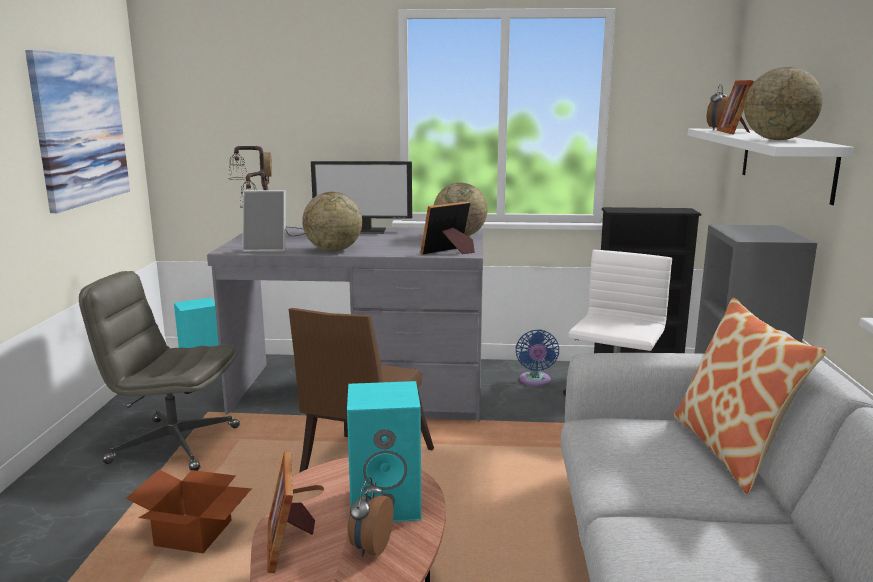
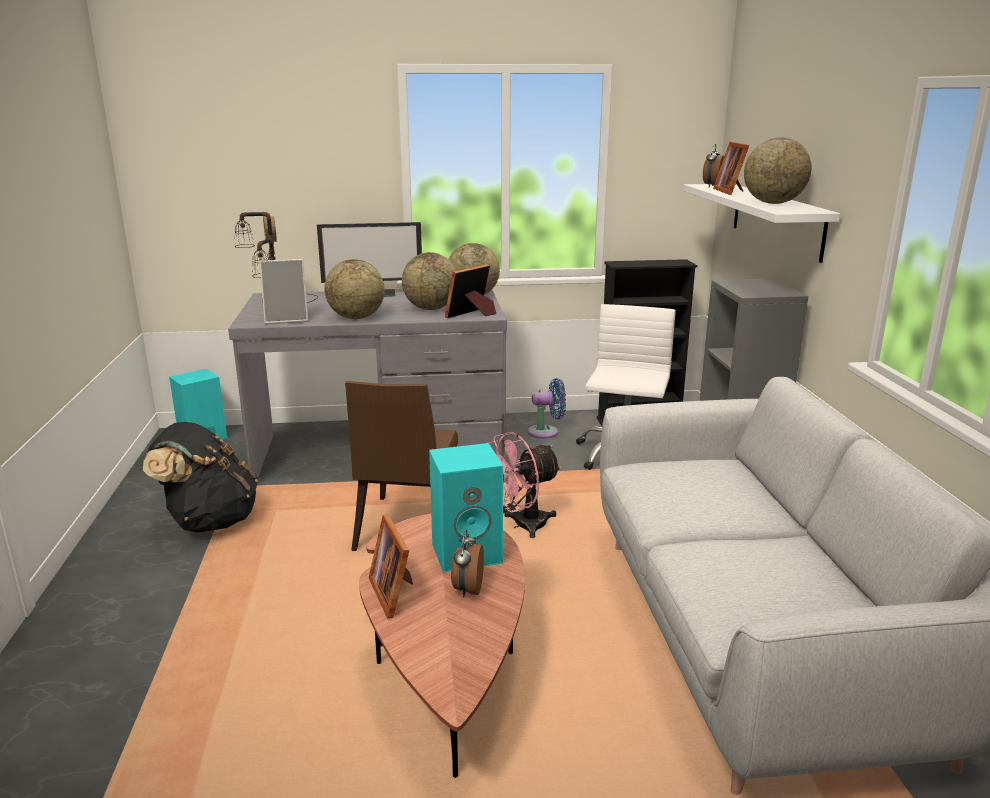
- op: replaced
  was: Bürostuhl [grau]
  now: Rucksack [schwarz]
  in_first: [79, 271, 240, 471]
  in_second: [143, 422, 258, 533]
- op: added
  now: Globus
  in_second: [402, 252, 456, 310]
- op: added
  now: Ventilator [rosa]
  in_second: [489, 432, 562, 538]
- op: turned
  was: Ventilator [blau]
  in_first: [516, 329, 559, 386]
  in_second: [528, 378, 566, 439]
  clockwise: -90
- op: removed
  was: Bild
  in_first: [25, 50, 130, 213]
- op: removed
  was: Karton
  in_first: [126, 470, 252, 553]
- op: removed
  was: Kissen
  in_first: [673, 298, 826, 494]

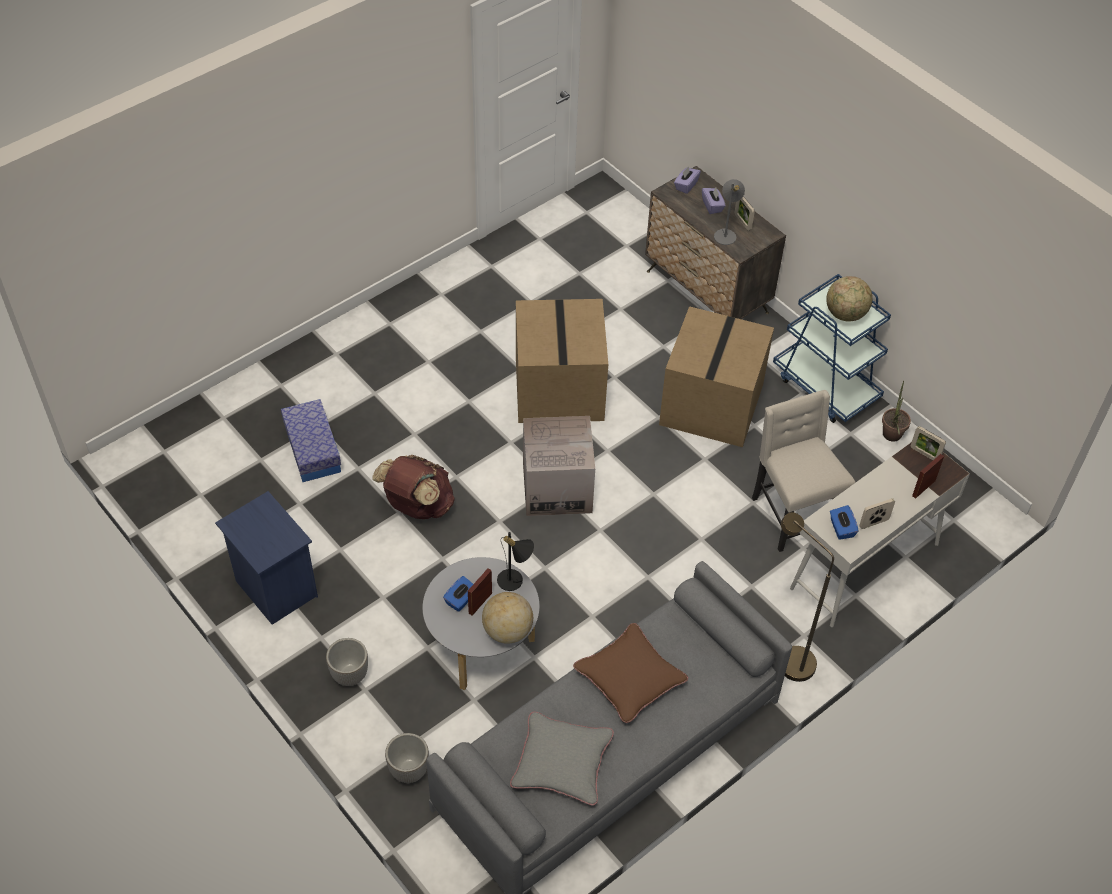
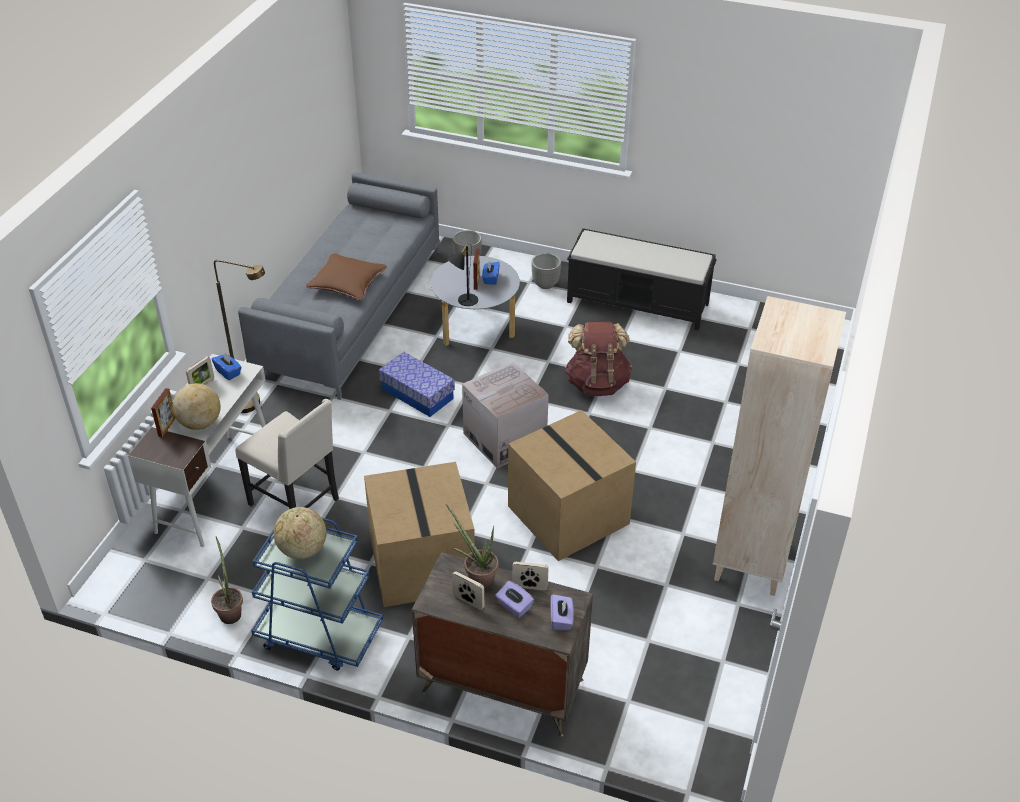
- op: moved
  was: Globus
  in_first: [482, 592, 533, 644]
  in_second: [172, 383, 221, 430]
- op: moved
  was: Aufbewahrungsbox
  in_first: [281, 399, 341, 482]
  in_second: [379, 352, 455, 417]
- op: replaced
  was: Tischlampe [grau]
  now: Topfpflanze
  in_first: [714, 179, 745, 245]
  in_second: [446, 504, 498, 591]
- op: moved
  was: Bilderrahmen
  in_first: [911, 426, 946, 460]
  in_second: [512, 562, 549, 591]
- op: replaced
  was: Nachttisch [blau]
  now: Bank [schwarz]
  in_first: [215, 491, 318, 625]
  in_second: [567, 228, 717, 331]
- op: added
  now: Bücherregal [beige]
  in_second: [713, 296, 846, 596]
- op: removed
  was: Kissen [grau]
  in_first: [510, 711, 614, 806]

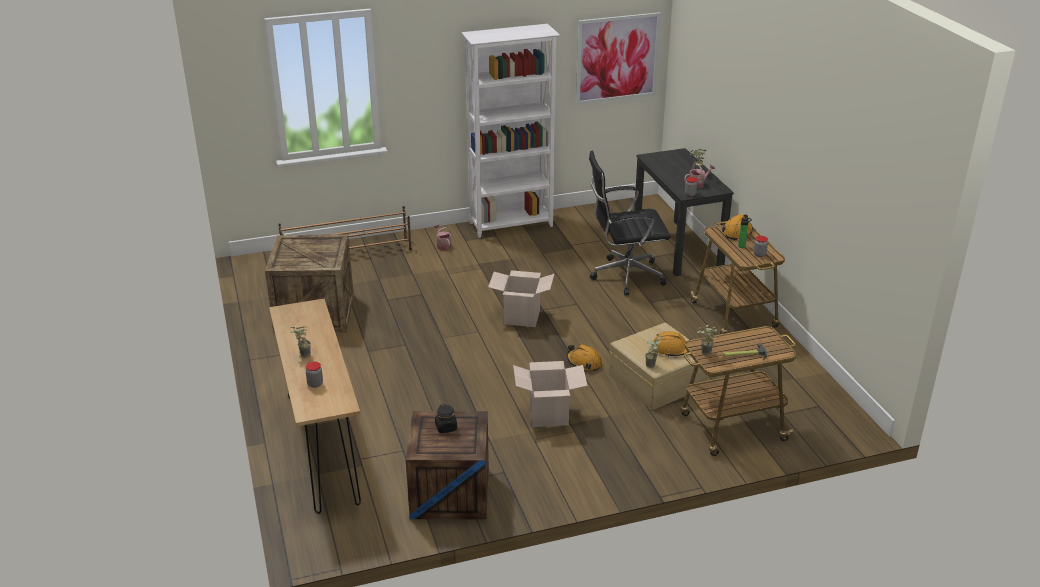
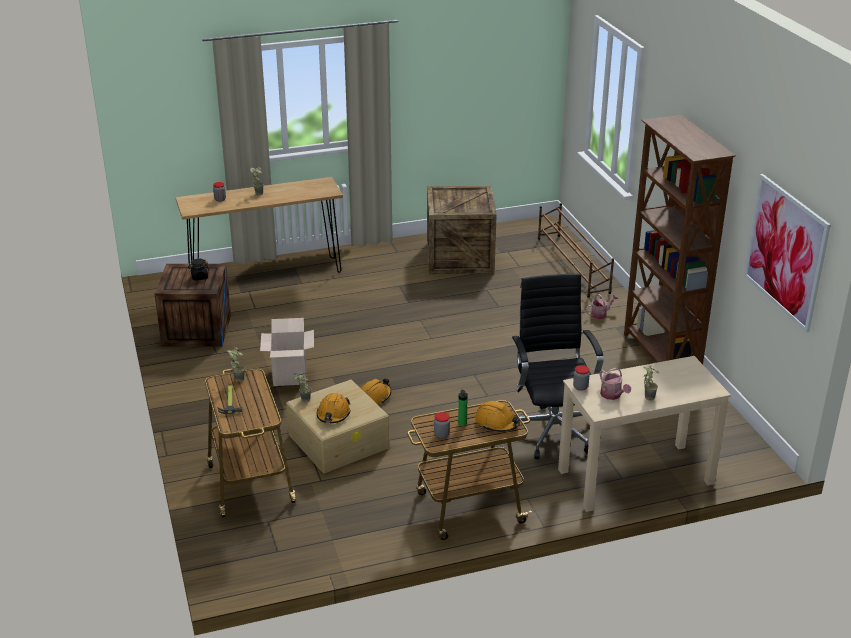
- op: recoloured
  was: Schreibtisch [schwarz]
  now: Schreibtisch [beige]
  in_first: [634, 148, 734, 276]
  in_second: [558, 356, 731, 512]
- op: recoloured
  was: Bücherregal [weiß]
  now: Bücherregal [braun]
  in_first: [461, 24, 560, 238]
  in_second: [624, 115, 736, 364]
- op: removed
  was: Karton
  in_first: [488, 270, 554, 327]

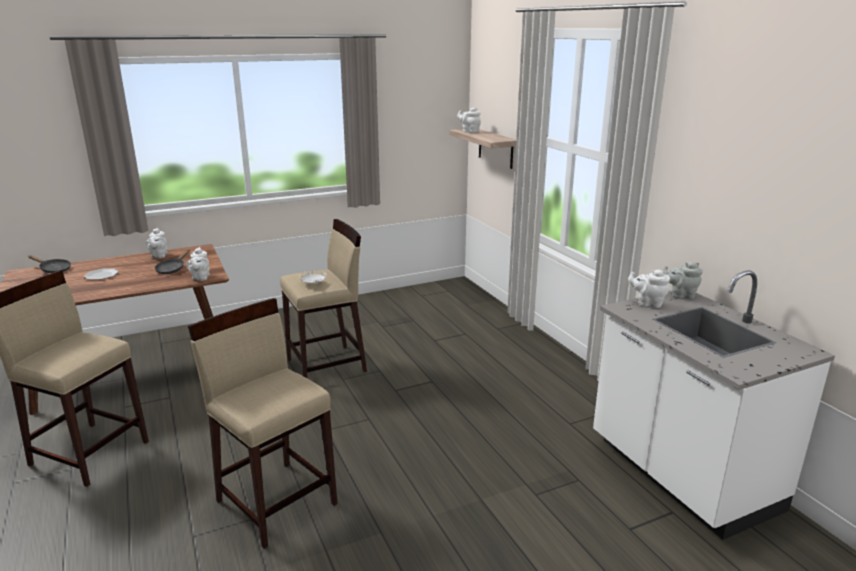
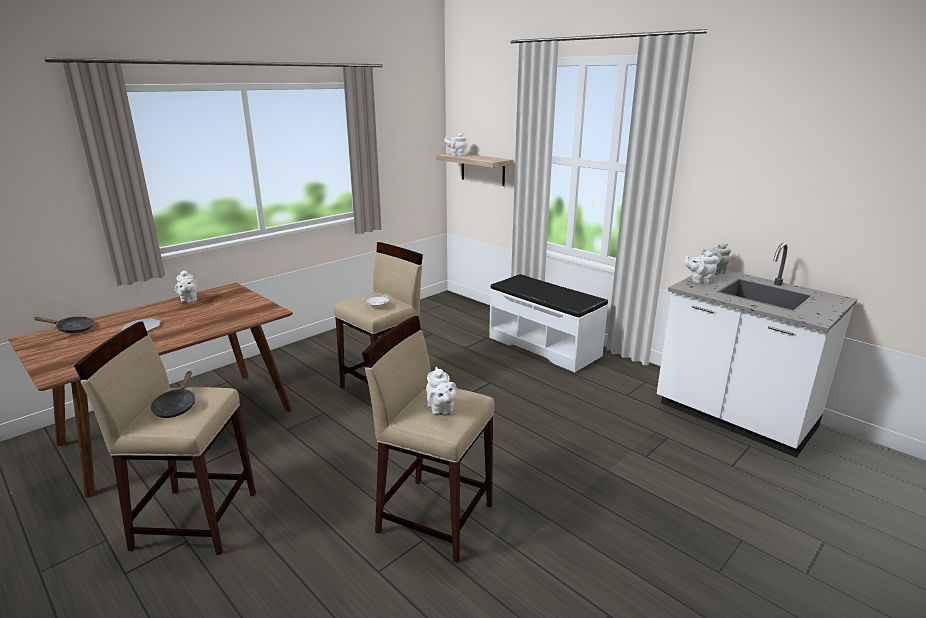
- op: moved
  was: Pfanne [schwarz]
  in_first: [155, 249, 190, 274]
  in_second: [150, 371, 195, 418]
- op: moved
  was: Teekanne [weiß]
  in_first: [187, 247, 210, 281]
  in_second: [426, 367, 457, 415]
- op: added
  now: Bank [weiß]
  in_second: [489, 274, 608, 372]

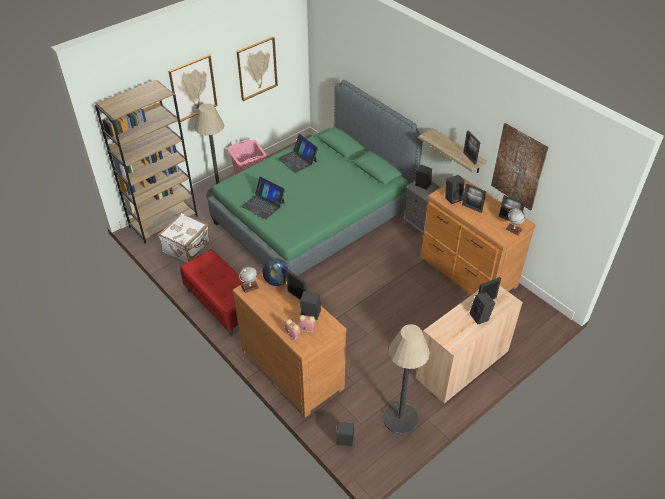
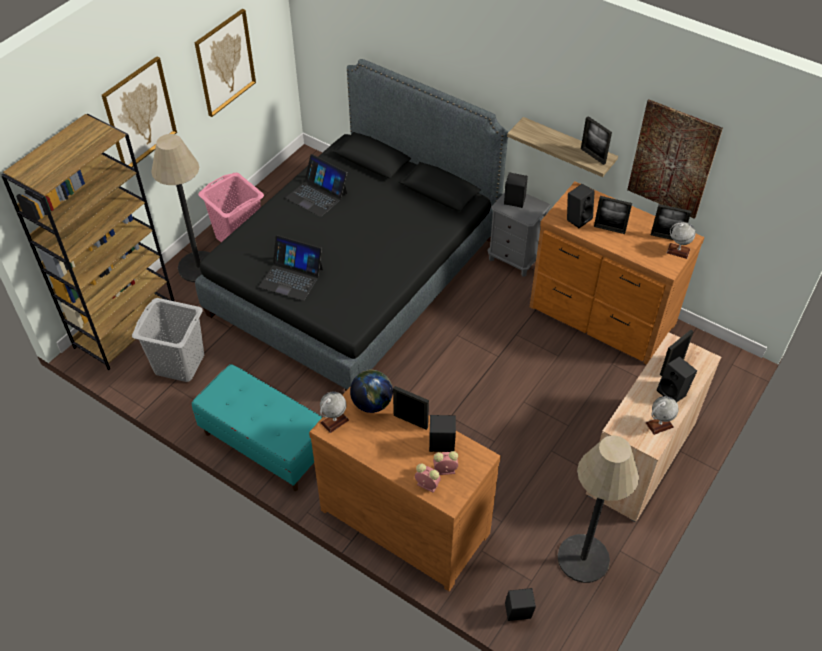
- op: replaced
  was: Koffer [weiß]
  now: Wäschekorb [grau]
  in_first: [158, 213, 210, 263]
  in_second: [132, 298, 204, 382]
- op: recoloured
  was: Bank [rot]
  now: Bank [türkis]
  in_first: [180, 250, 245, 336]
  in_second: [192, 364, 322, 491]
- op: recoloured
  was: Bett [grün]
  now: Bett [schwarz]
  in_first: [208, 79, 423, 276]
  in_second: [195, 59, 508, 391]
- op: added
  now: Globus
  in_second: [646, 396, 679, 435]

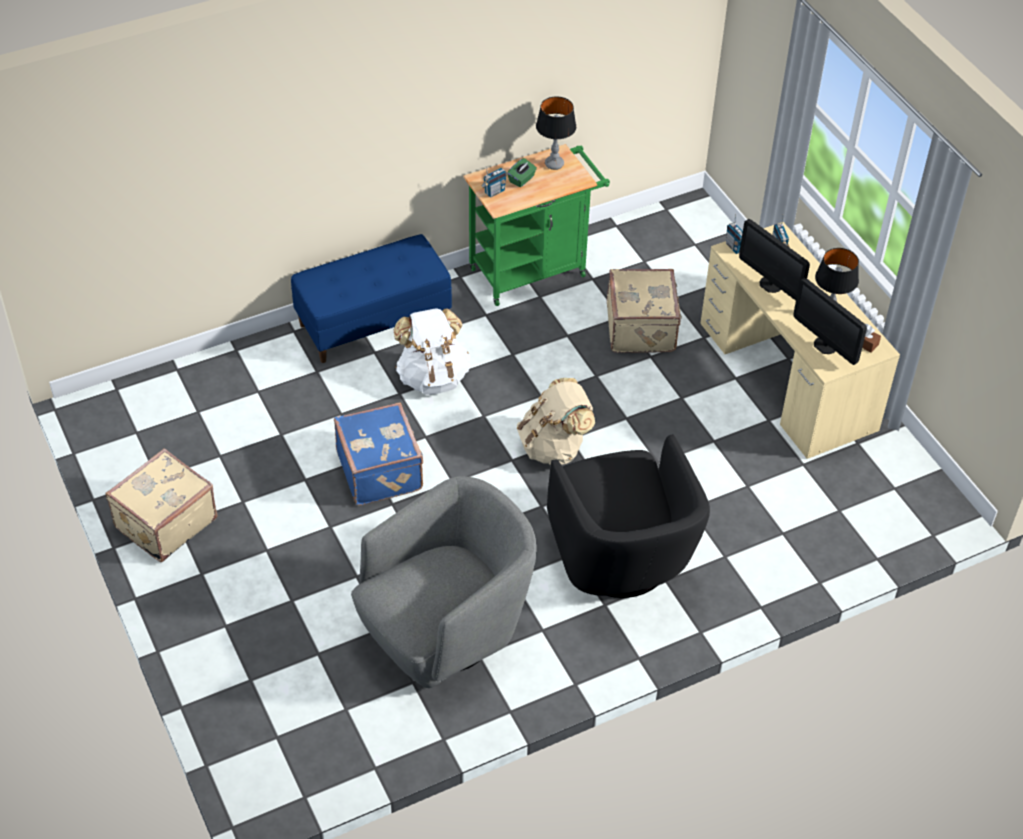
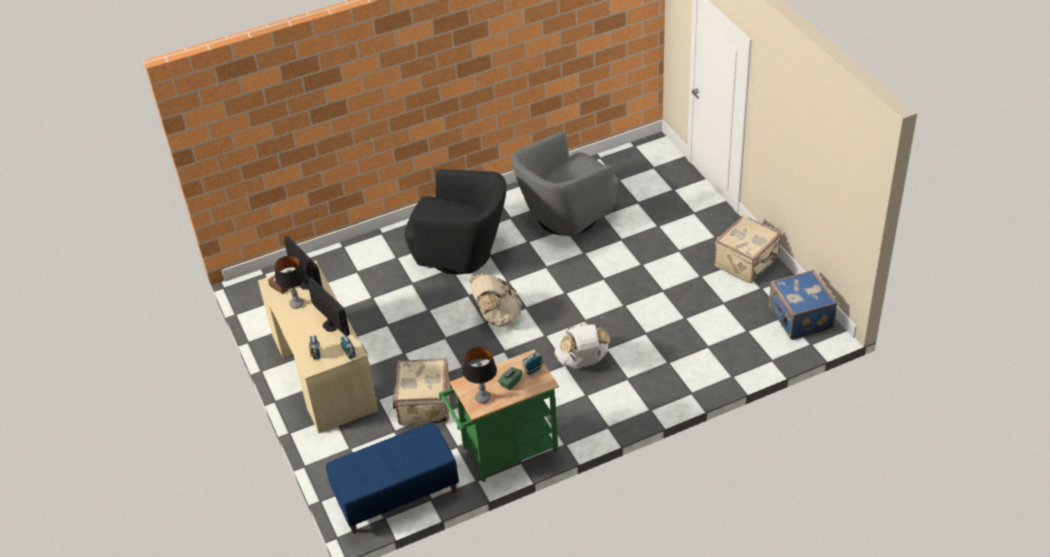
- op: moved
  was: Bank [blau]
  in_first: [291, 234, 452, 363]
  in_second: [326, 422, 459, 534]
- op: turned
  was: Sessel [schwarz]
  in_first: [547, 434, 710, 598]
  in_second: [404, 169, 506, 274]
  clockwise: 120
- op: moved
  was: Koffer [blau]
  in_first: [334, 402, 423, 506]
  in_second: [769, 270, 837, 340]

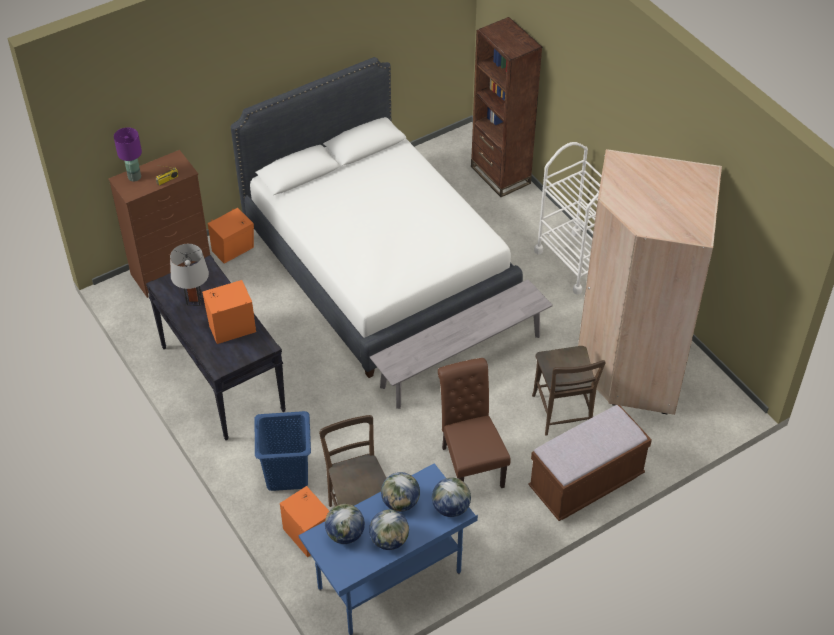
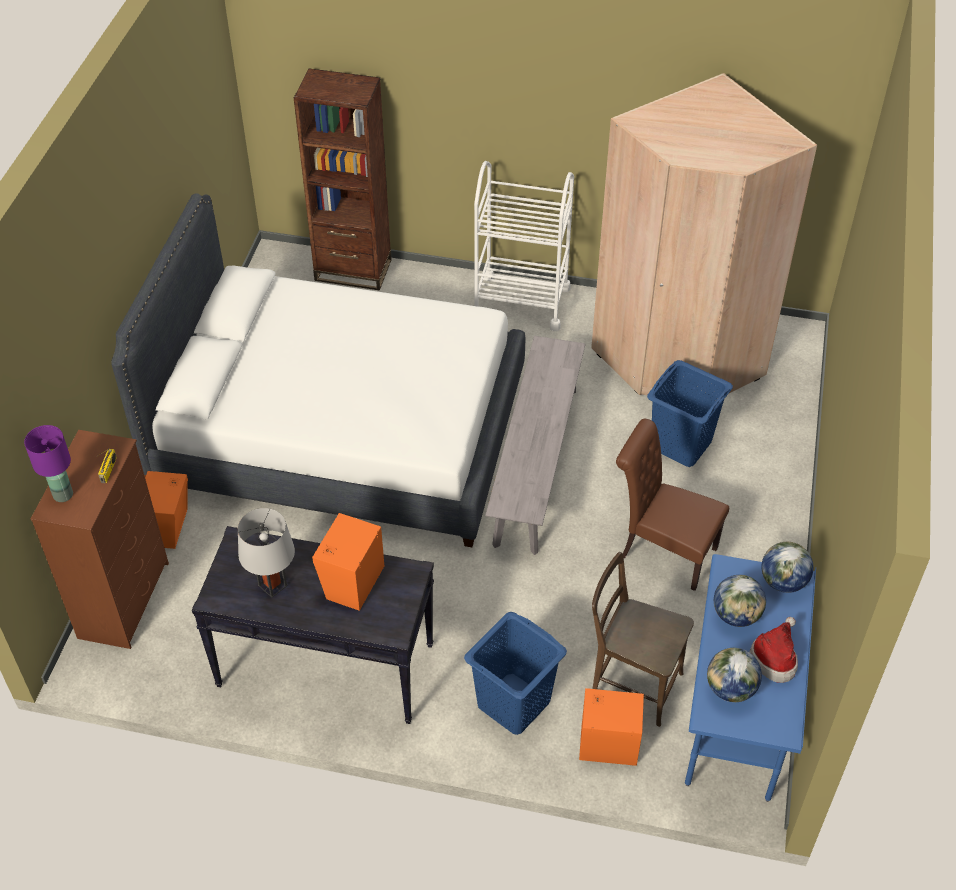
- op: replaced
  was: Stuhl [braun]
  now: Wäschekorb [blau]
  in_first: [532, 346, 606, 436]
  in_second: [647, 360, 733, 467]
- op: replaced
  was: Globus
  now: Hut
  in_first: [369, 510, 409, 550]
  in_second: [749, 617, 798, 683]
- op: removed
  was: Bank [braun]
  in_first: [528, 405, 652, 521]

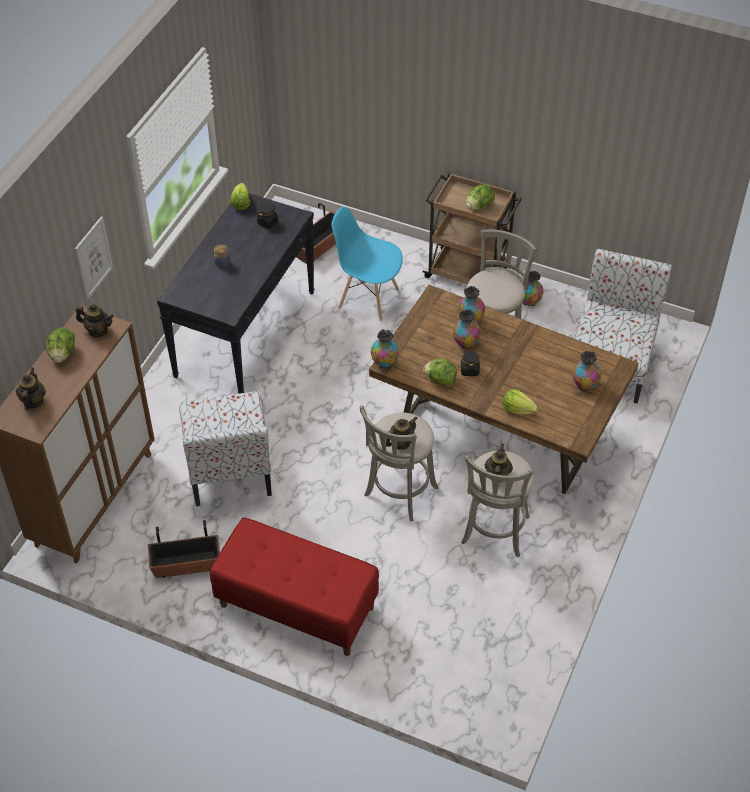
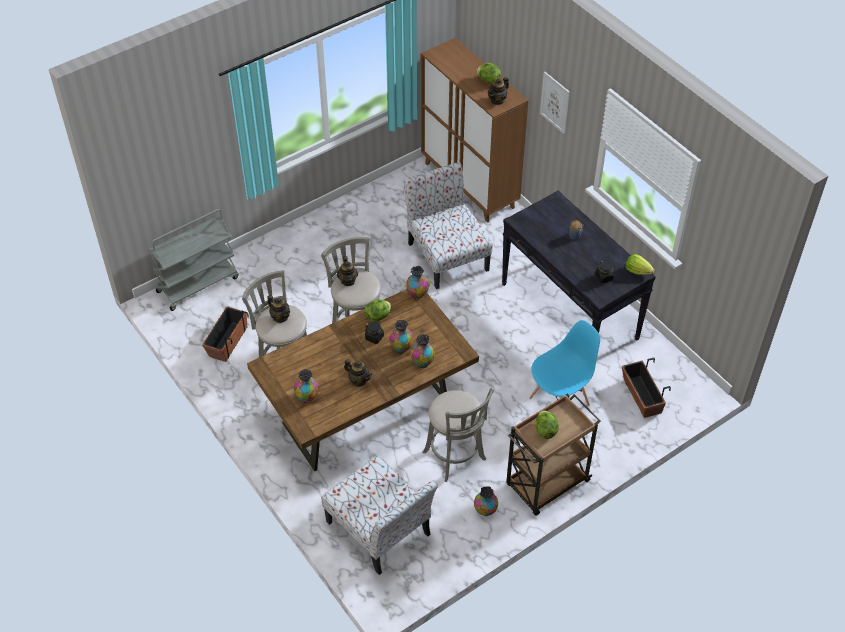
- op: added
  now: Rollwagen [grau]
  in_second: [149, 209, 239, 311]
- op: moved
  was: Pflanzkübel
  in_first: [148, 520, 220, 578]
  in_second: [202, 306, 249, 362]
- op: moved
  was: Teekanne
  in_first: [16, 368, 46, 410]
  in_second: [344, 359, 372, 387]
- op: turned
  was: Stuhl
  in_first: [179, 391, 272, 506]
  in_second: [404, 162, 493, 289]
  clockwise: 45
- op: removed
  was: Bank [rot]
  in_first: [210, 518, 379, 656]
- op: removed
  was: Salatkopf
  in_first: [502, 389, 538, 414]

